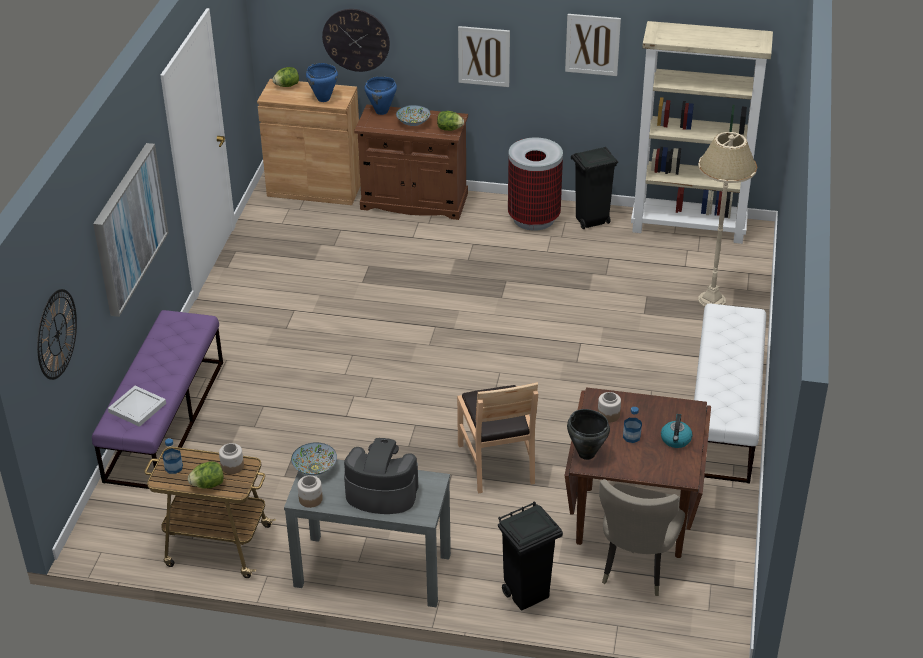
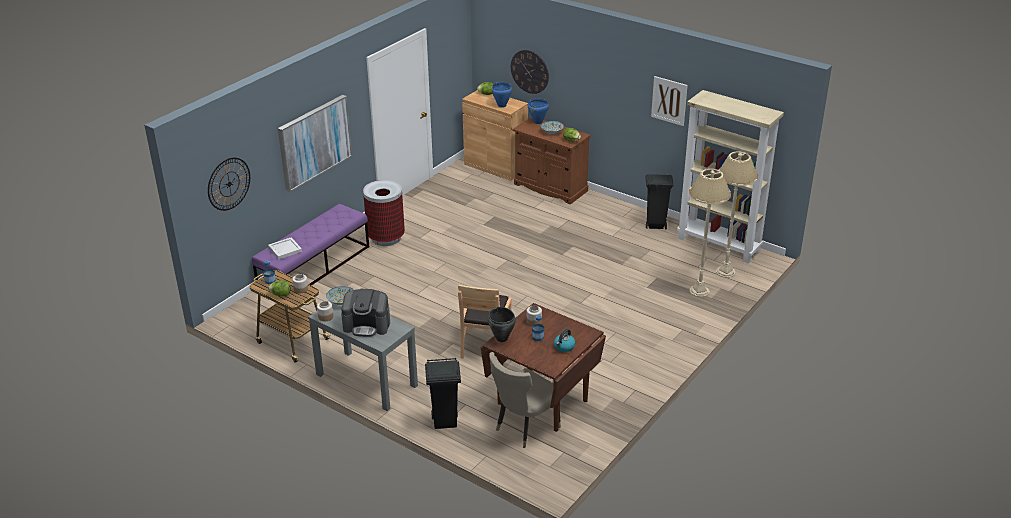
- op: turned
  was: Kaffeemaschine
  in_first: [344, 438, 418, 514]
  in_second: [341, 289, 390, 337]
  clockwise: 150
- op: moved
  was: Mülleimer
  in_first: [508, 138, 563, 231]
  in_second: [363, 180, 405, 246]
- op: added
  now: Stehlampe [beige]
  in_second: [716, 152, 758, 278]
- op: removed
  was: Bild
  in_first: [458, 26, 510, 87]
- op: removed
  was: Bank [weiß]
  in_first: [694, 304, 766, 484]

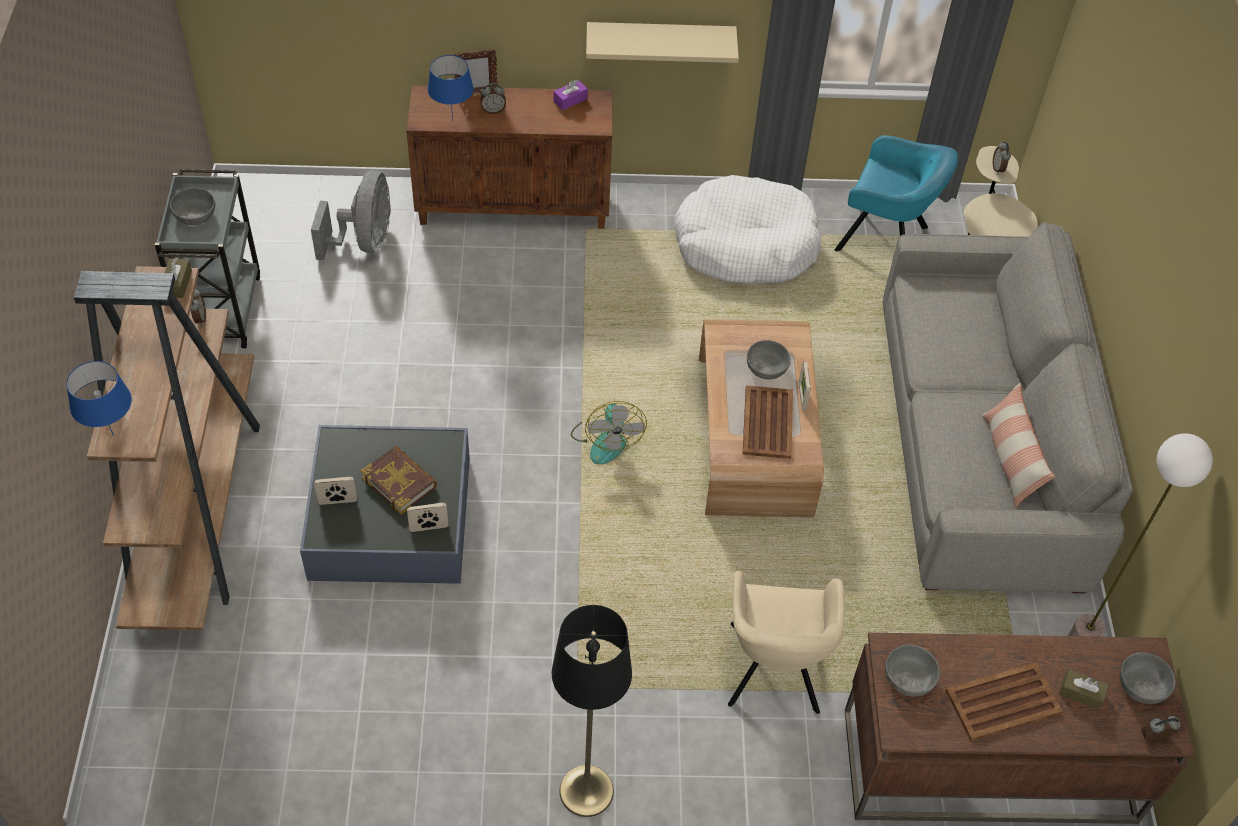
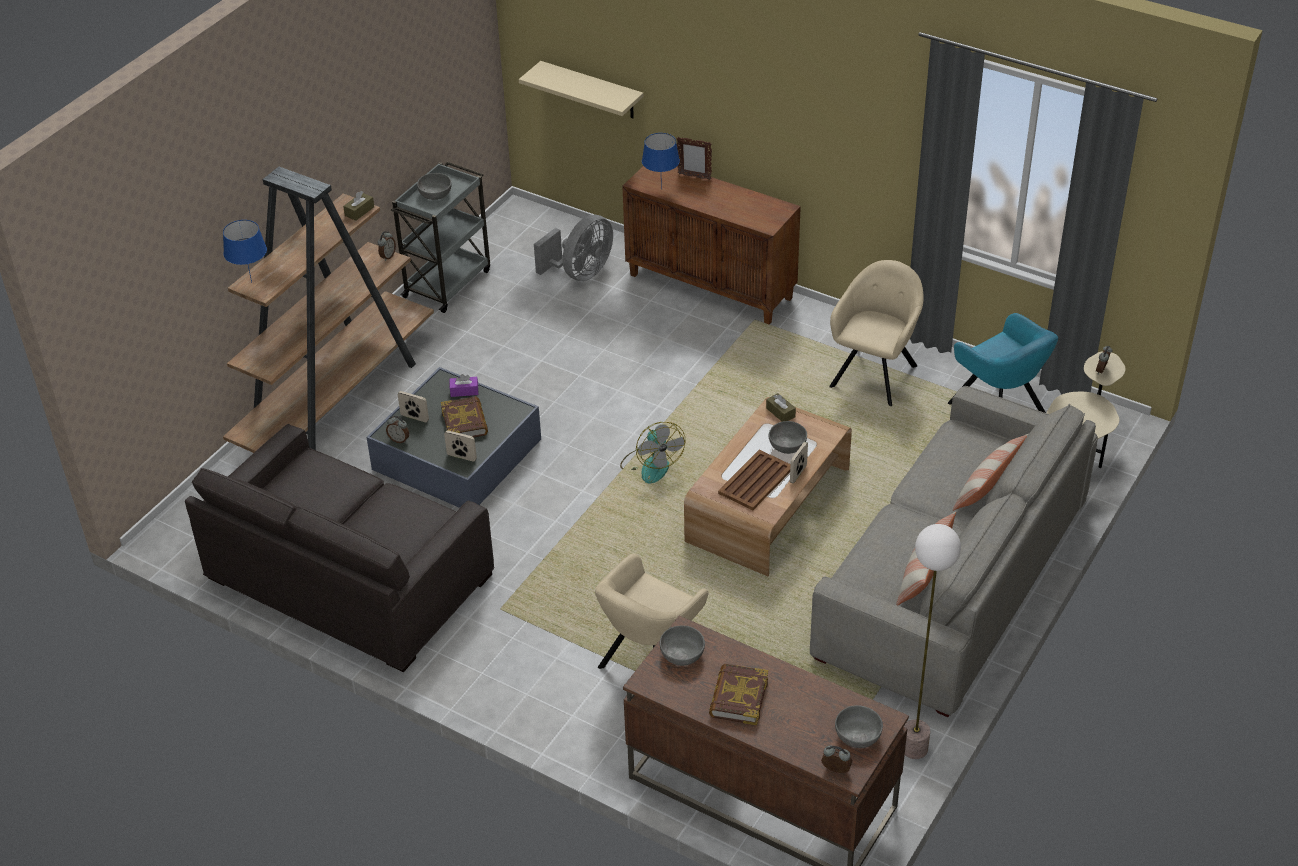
- op: added
  now: Sofa [grau]
  in_second: [185, 424, 495, 672]
- op: moved
  was: Wecker
  in_first: [480, 83, 506, 114]
  in_second: [386, 416, 409, 443]
- op: moved
  was: Taschentuchbox [lila]
  in_first: [553, 80, 588, 110]
  in_second: [450, 374, 478, 397]
- op: moved
  was: Wandregal [beige]
  in_first: [586, 22, 739, 63]
  in_second: [519, 61, 644, 118]
- op: turned
  was: Ventilator
  in_first: [571, 401, 647, 464]
  in_second: [620, 422, 686, 484]
  clockwise: -45
- op: replaced
  was: Tablett [braun]
  now: Buch
  in_first: [945, 662, 1063, 741]
  in_second: [709, 664, 768, 725]
- op: moved
  was: Taschentuchbox [braun]
  in_first: [1059, 669, 1109, 710]
  in_second: [766, 393, 796, 422]
- op: replaced
  was: Hundebett [weiß]
  now: Sessel [beige]
  in_first: [674, 175, 821, 284]
  in_second: [829, 260, 924, 406]
- op: added
  now: Kissen
  in_second: [953, 434, 1028, 511]
- op: removed
  was: Stehlampe [schwarz]
  in_first: [552, 605, 632, 817]

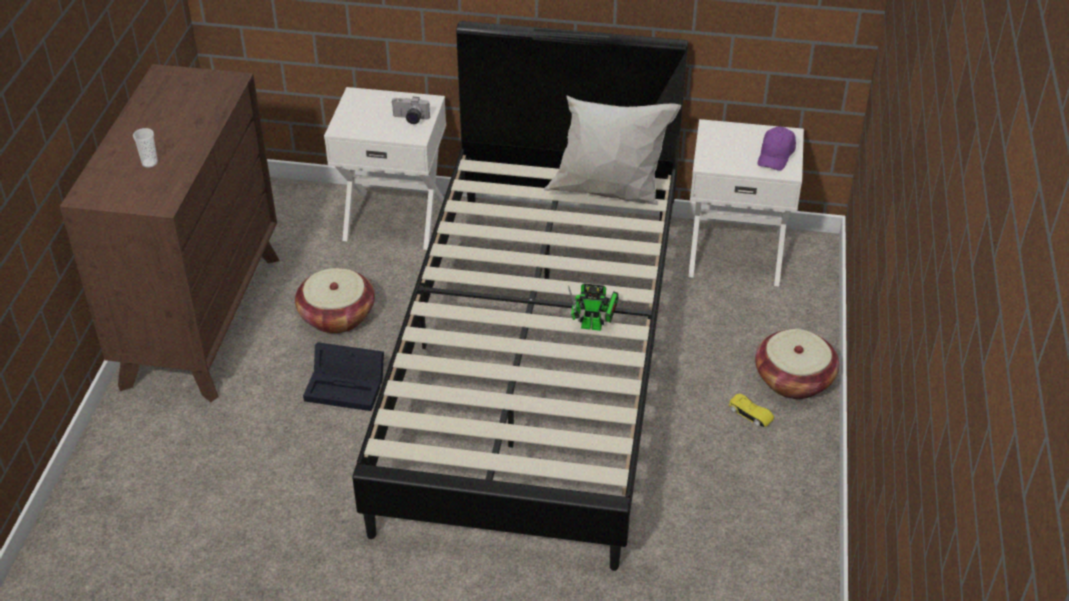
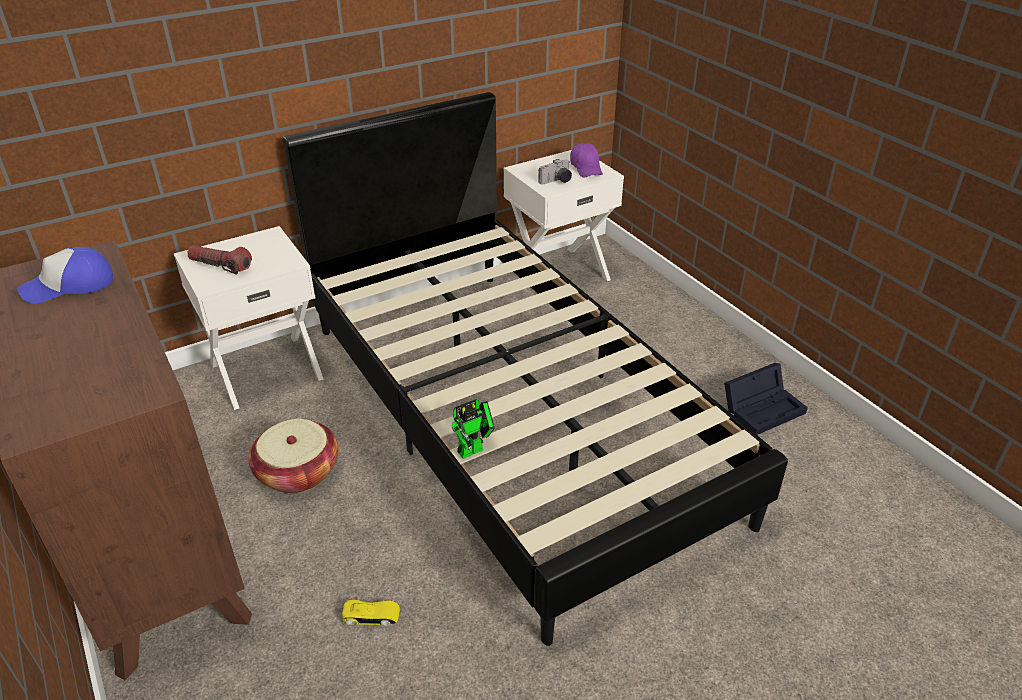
- op: added
  now: Kappe
  in_second: [17, 247, 113, 304]
- op: added
  now: Taschenlampe
  in_second: [188, 245, 252, 274]
- op: moved
  was: Spielzeugauto [gelb]
  in_first: [729, 394, 774, 427]
  in_second: [342, 599, 400, 626]
- op: moved
  was: Spielzeugroboter
  in_first: [568, 284, 618, 331]
  in_second: [451, 399, 495, 459]
- op: moved
  was: Kamera
  in_first: [391, 97, 430, 124]
  in_second: [538, 159, 572, 184]
- op: moved
  was: Aufbewahrungsbox [schwarz]
  in_first: [303, 342, 384, 411]
  in_second: [724, 363, 808, 435]
- op: removed
  was: Tasse
  in_first: [133, 128, 158, 168]
- op: removed
  was: Kissen [weiß]
  in_first: [544, 95, 681, 205]
- op: removed
  was: Korb
  in_first: [755, 329, 839, 399]

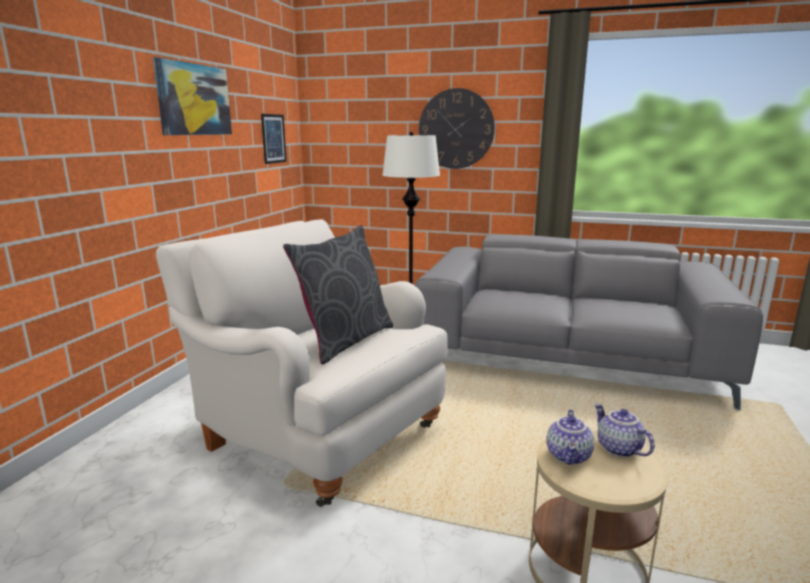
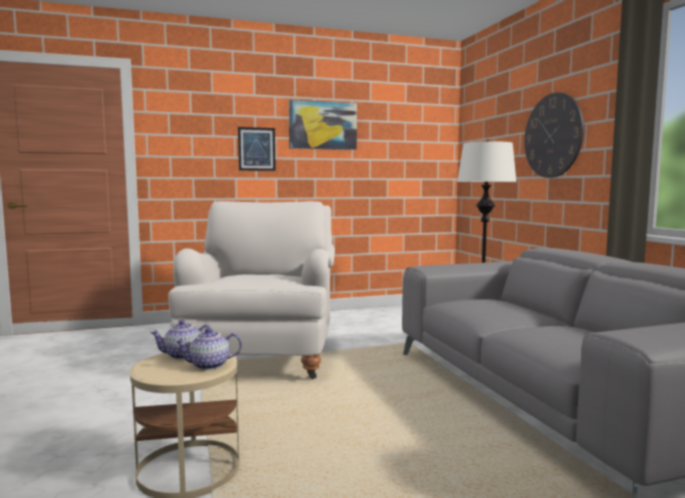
- op: turned
  was: Teekanne
  in_first: [594, 404, 654, 457]
  in_second: [175, 328, 242, 370]
  clockwise: -135
- op: moved
  was: Bild
  in_first: [261, 114, 287, 164]
  in_second: [238, 127, 276, 171]
- op: removed
  was: Kissen [grau]
  in_first: [283, 225, 393, 364]

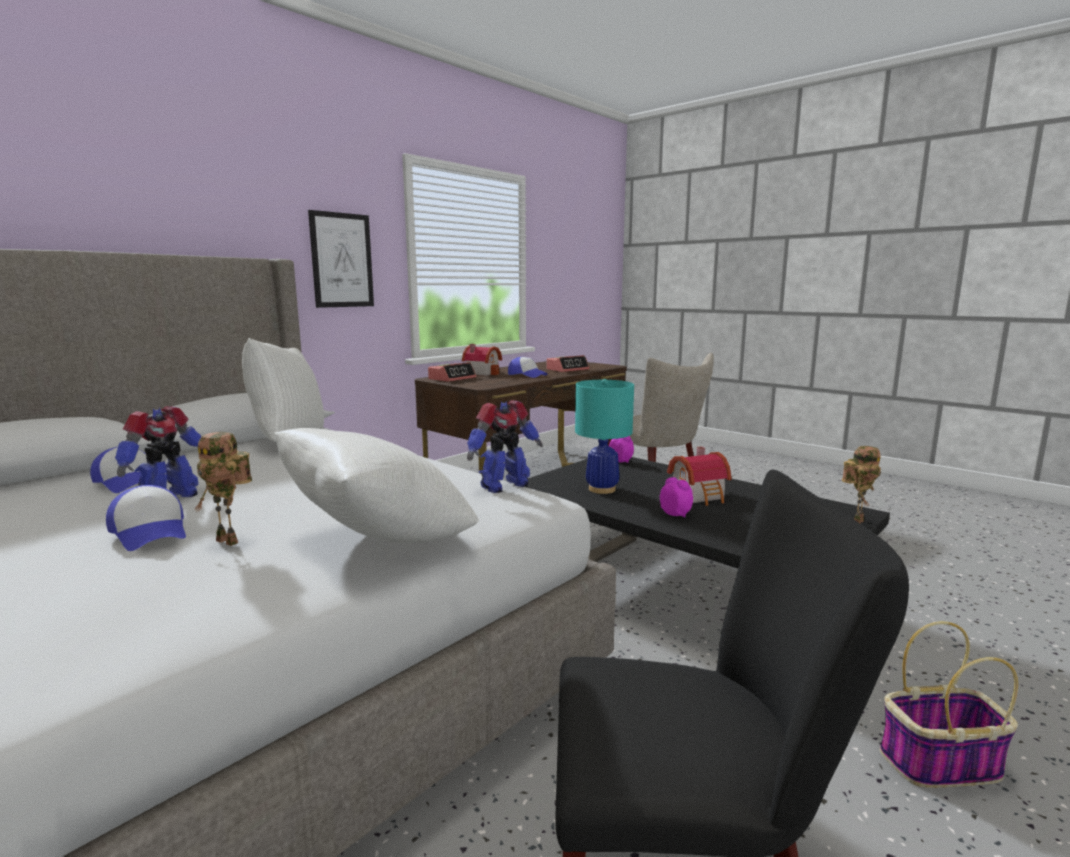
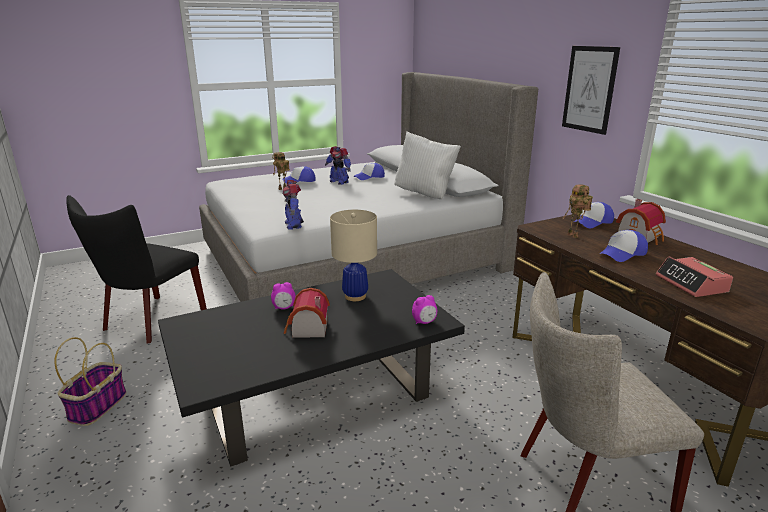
- op: recoloured
  was: Tischlampe [türkis]
  now: Tischlampe [beige]
  in_first: [575, 379, 634, 494]
  in_second: [330, 210, 377, 301]
- op: moved
  was: Spielzeugroboter
  in_first: [842, 446, 881, 523]
  in_second: [563, 185, 593, 238]
- op: replaced
  was: Wecker
  now: Kappe
  in_first: [428, 362, 476, 382]
  in_second: [574, 202, 614, 228]
- op: removed
  was: Kissen [weiß]
  in_first: [274, 428, 479, 543]

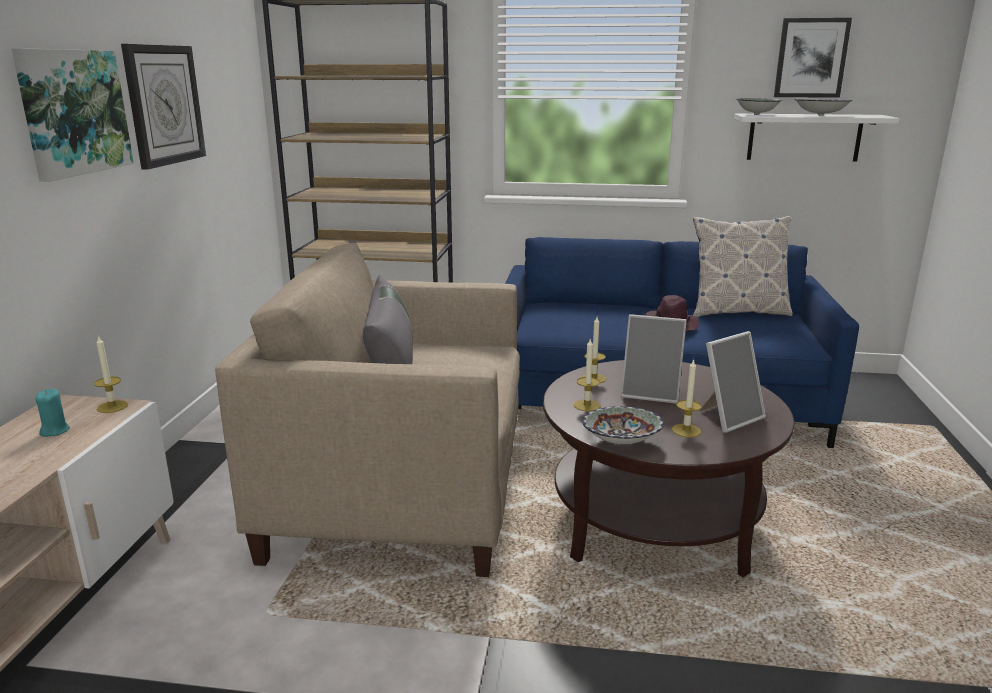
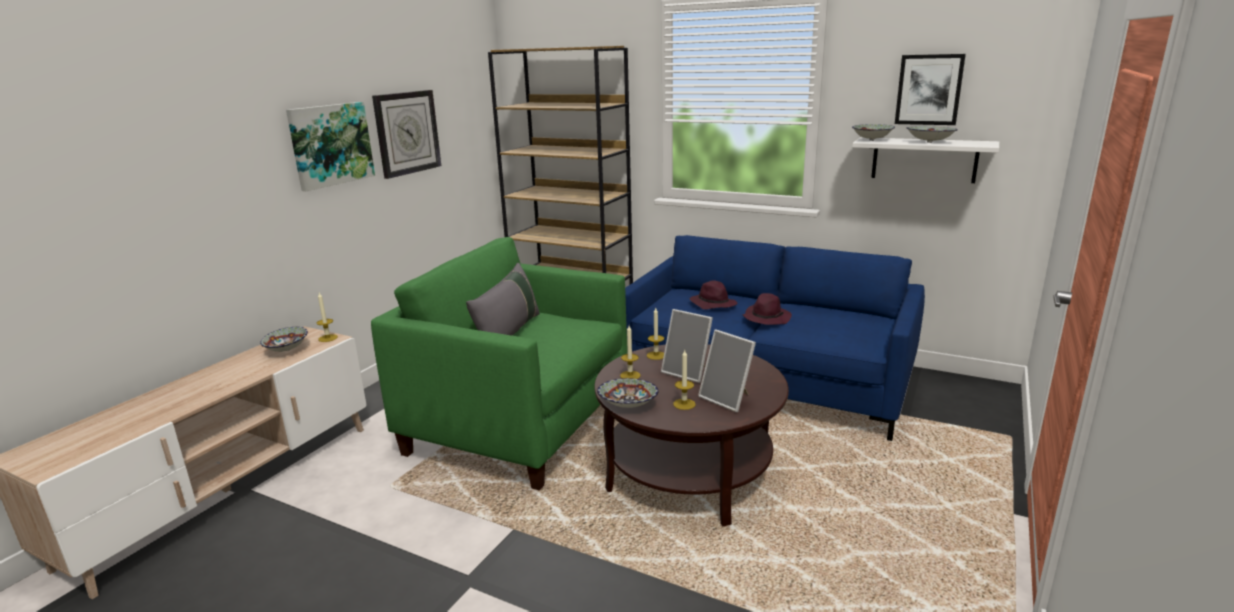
- op: replaced
  was: Kerze [türkis]
  now: Schüssel
  in_first: [36, 389, 70, 437]
  in_second: [260, 327, 308, 352]
- op: recoloured
  was: Sessel [beige]
  now: Sessel [grün]
  in_first: [215, 243, 520, 577]
  in_second: [371, 237, 628, 491]
- op: added
  now: Hut [lila]
  in_second: [690, 280, 737, 310]
- op: turned
  was: Bilderrahmen
  in_first: [699, 331, 766, 433]
  in_second: [698, 329, 756, 412]
  clockwise: 60
- op: removed
  was: Kissen
  in_first: [693, 216, 793, 317]

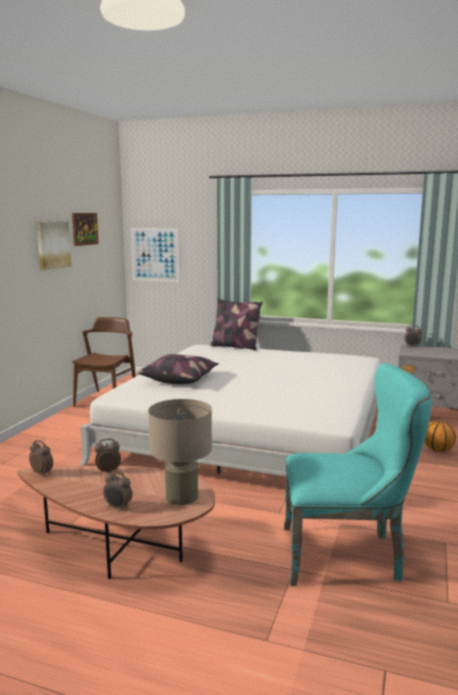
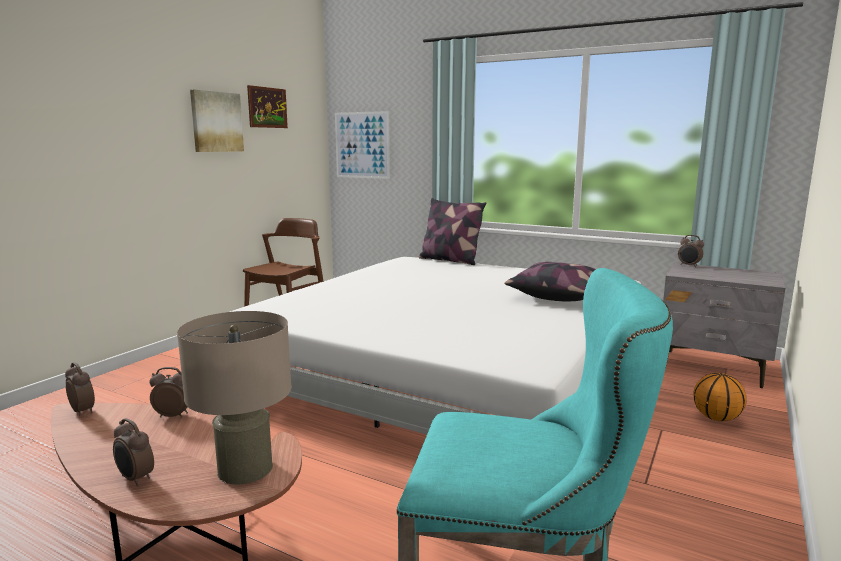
- op: moved
  was: Kissen
  in_first: [137, 354, 219, 384]
  in_second: [504, 262, 596, 301]

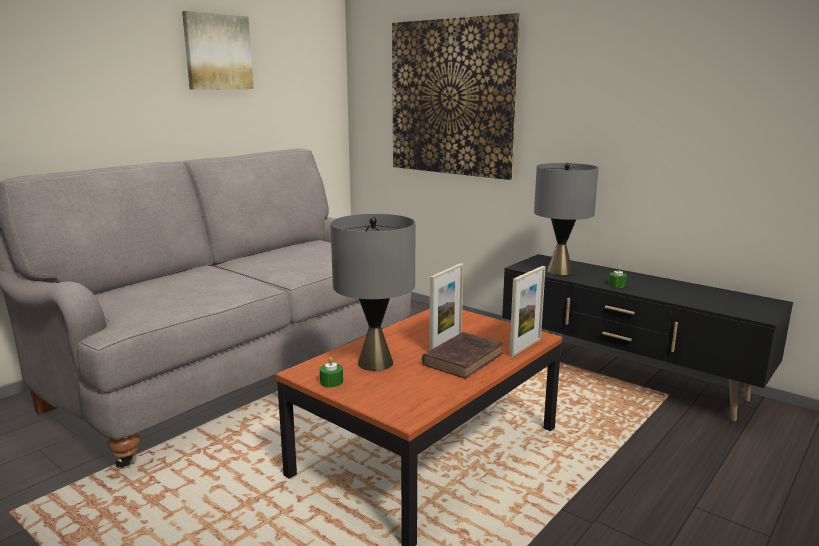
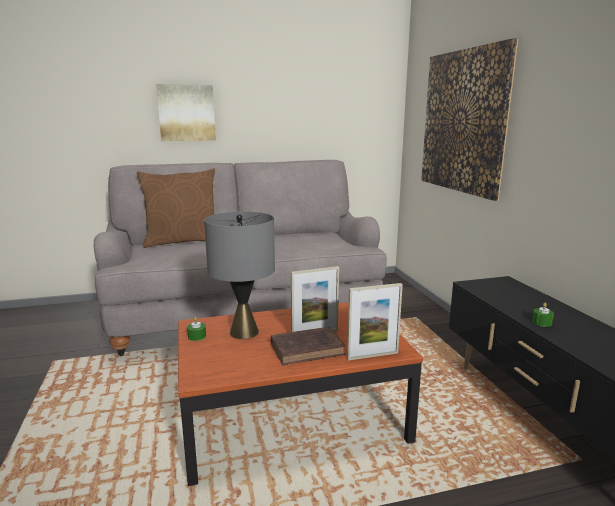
- op: added
  now: Kissen [braun]
  in_second: [137, 168, 215, 248]
- op: moved
  was: Bild
  in_first: [182, 11, 253, 90]
  in_second: [156, 84, 216, 141]
- op: removed
  was: Tischlampe [grau]
  in_first: [534, 163, 599, 275]

